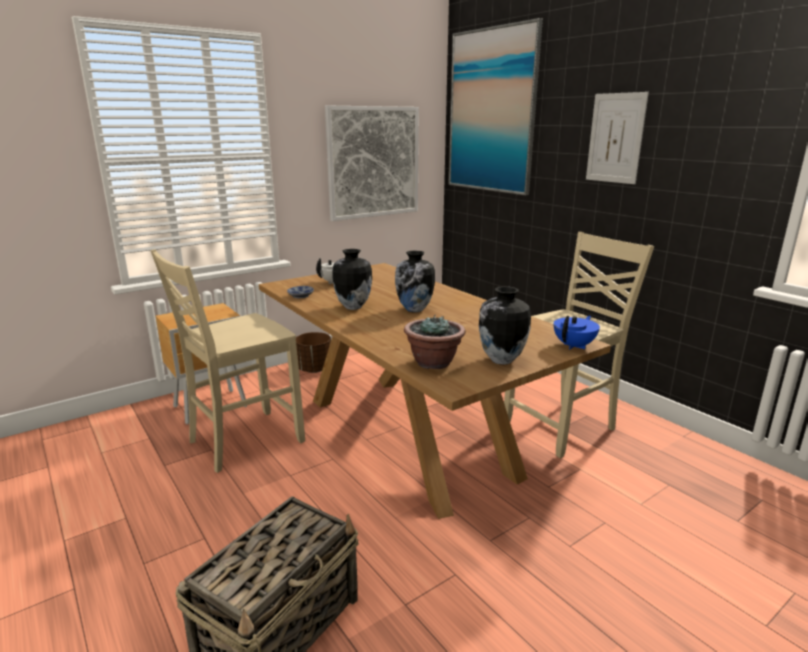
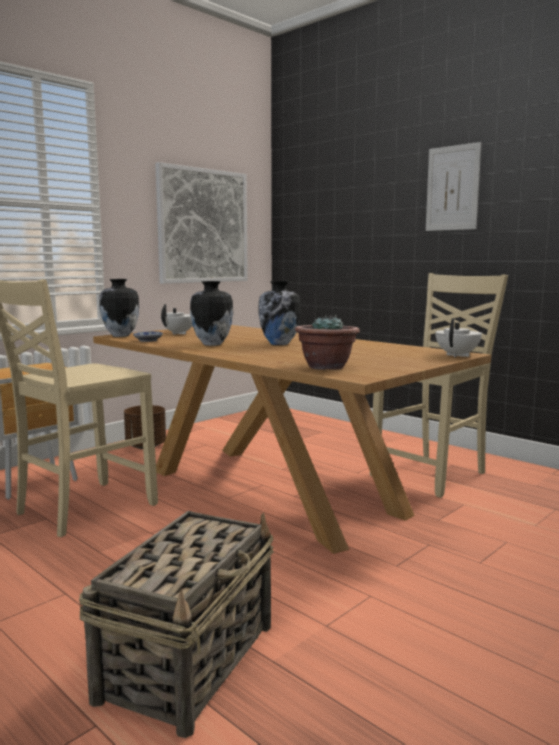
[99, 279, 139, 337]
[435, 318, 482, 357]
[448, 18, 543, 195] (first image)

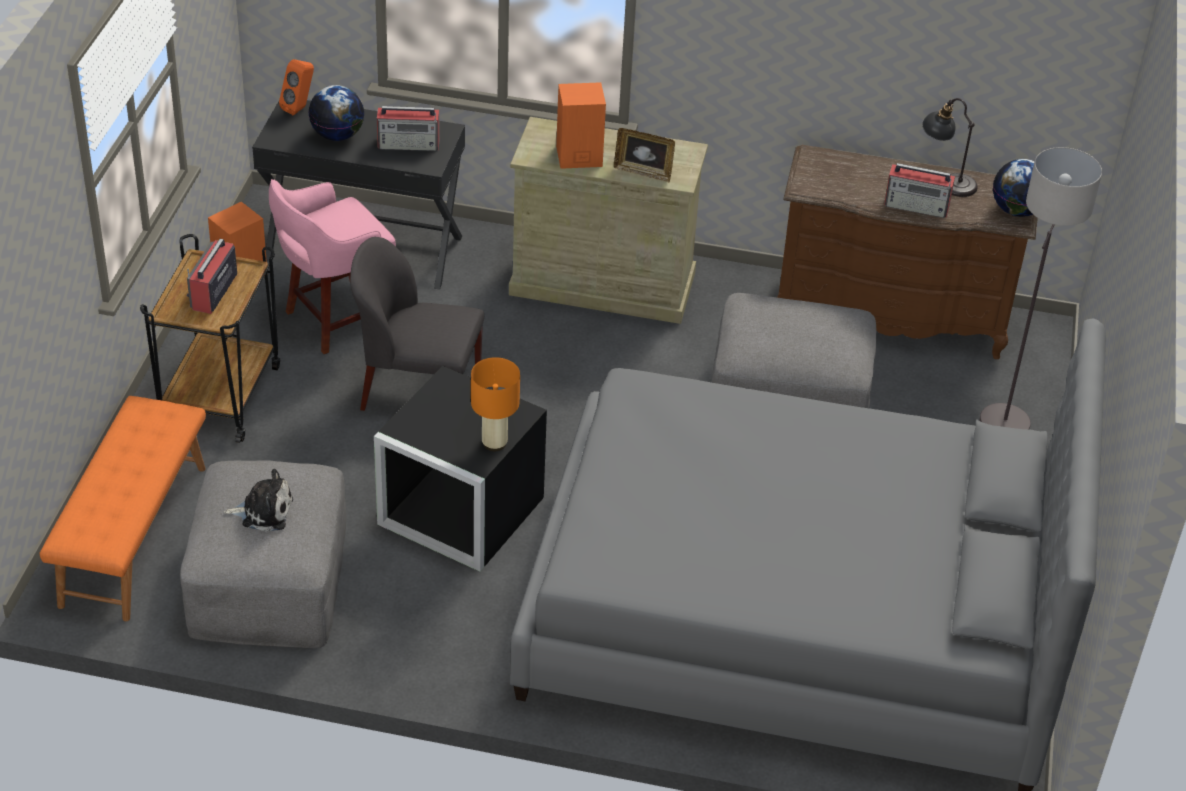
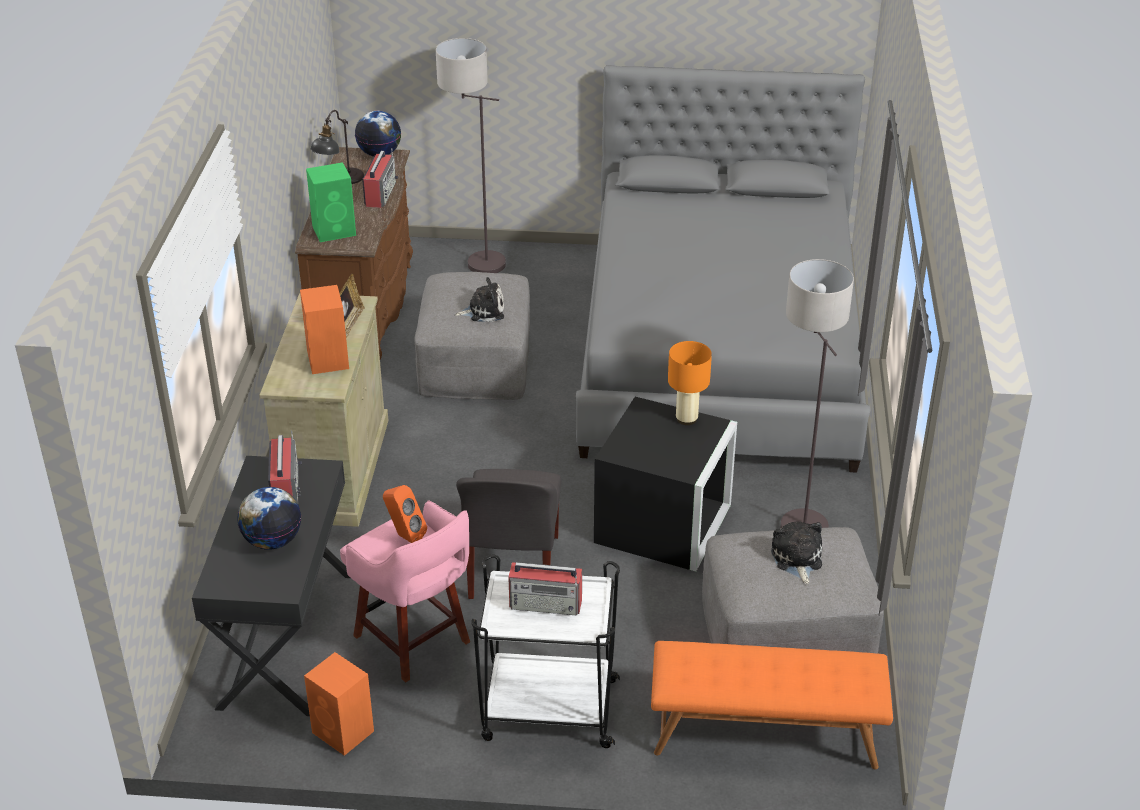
[306, 162, 356, 242]
[383, 485, 427, 543]
[455, 277, 504, 322]
[471, 554, 620, 748]
[780, 259, 854, 528]

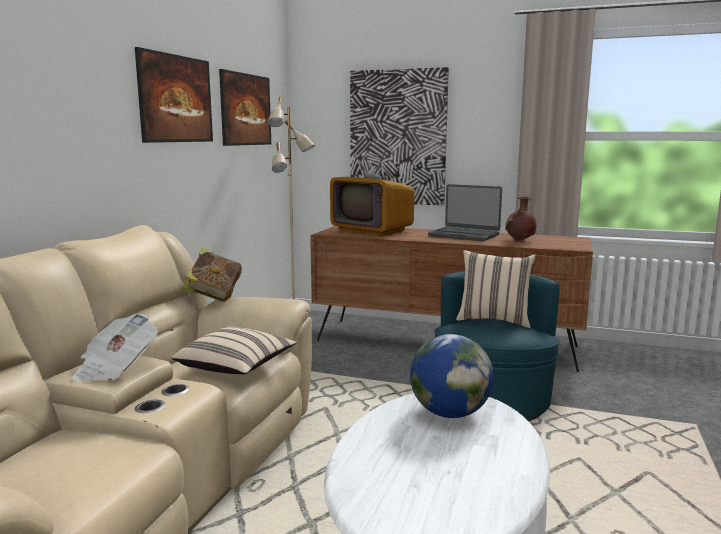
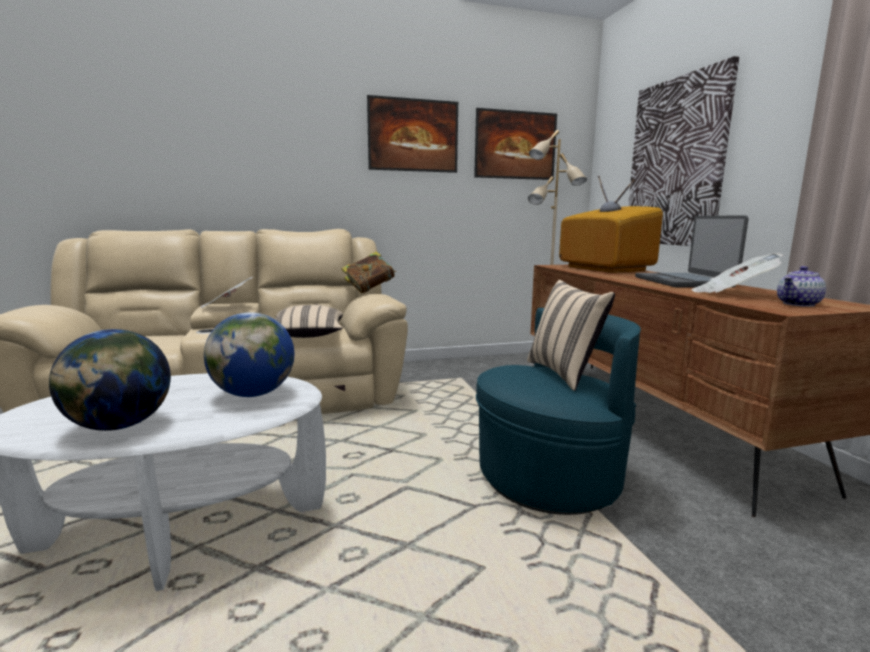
[49, 329, 171, 431]
[559, 176, 663, 273]
[691, 253, 784, 293]
[777, 266, 826, 307]

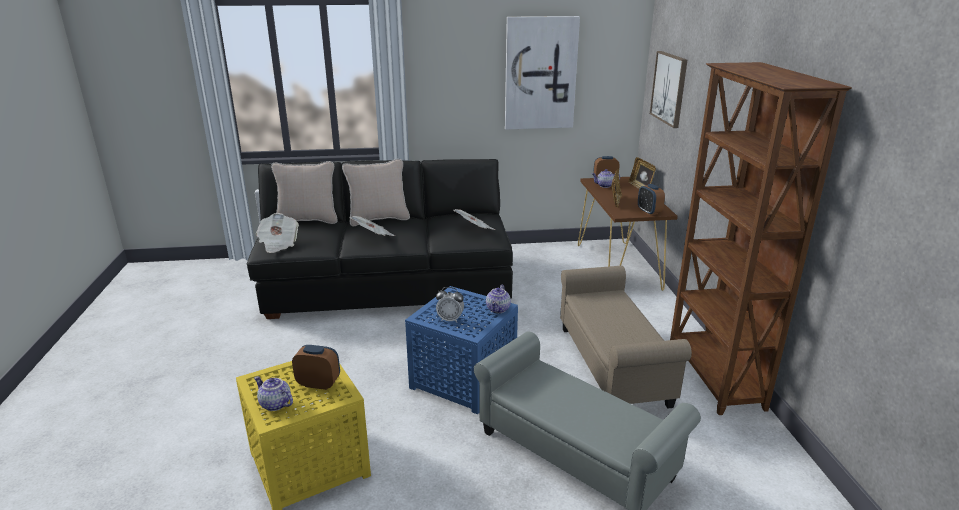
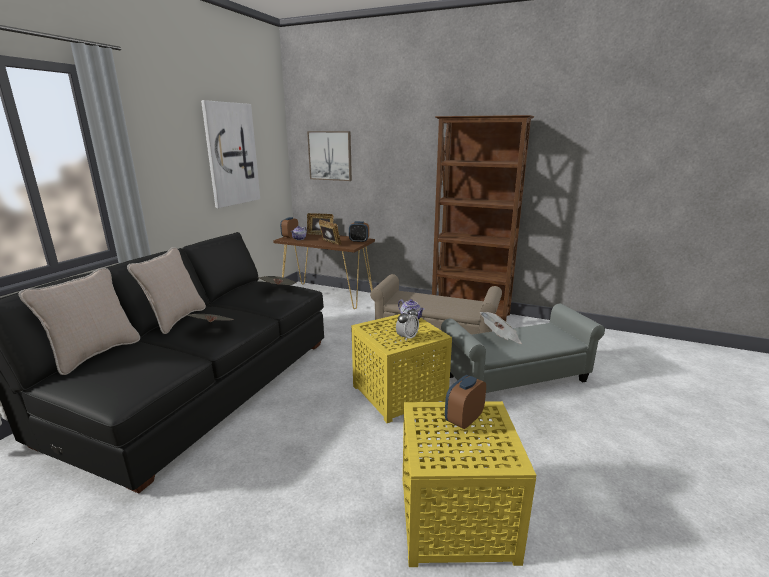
[351, 314, 452, 423]
[480, 312, 522, 344]
[254, 376, 293, 411] (first image)

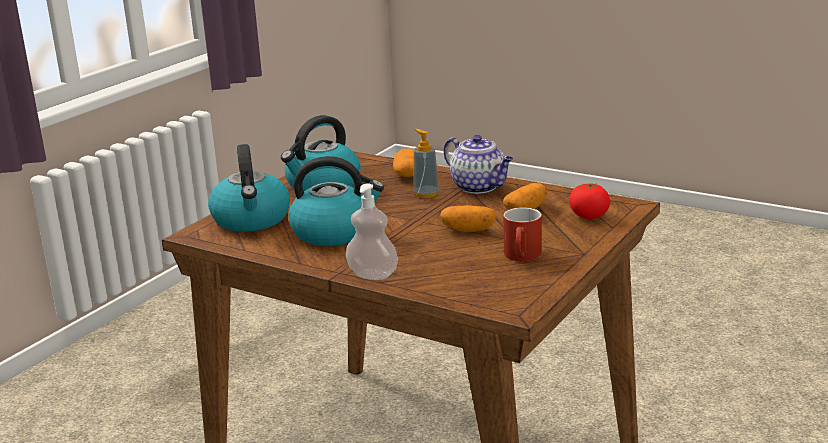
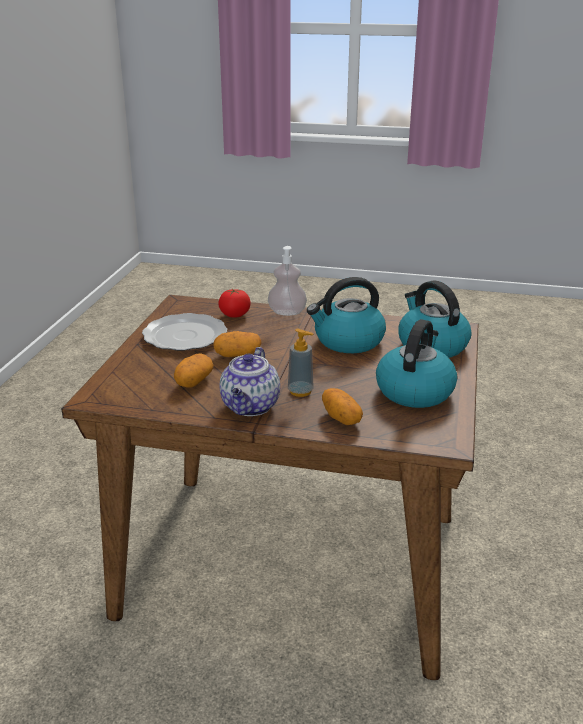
[142, 313, 227, 351]
[218, 289, 251, 318]
[219, 347, 280, 416]

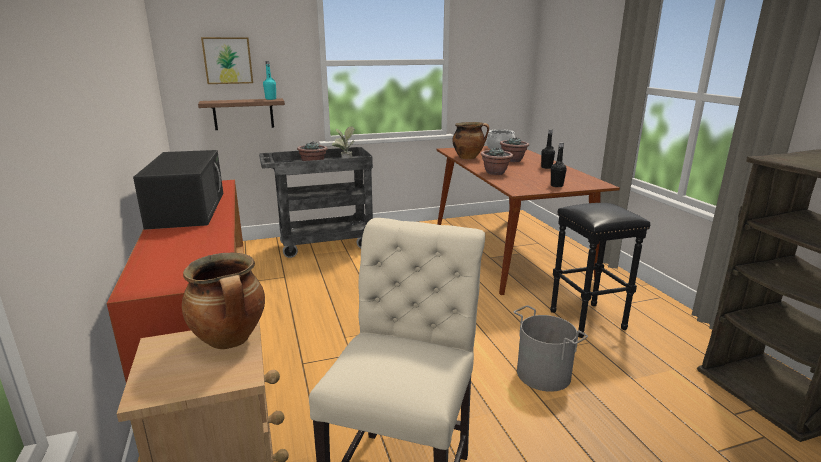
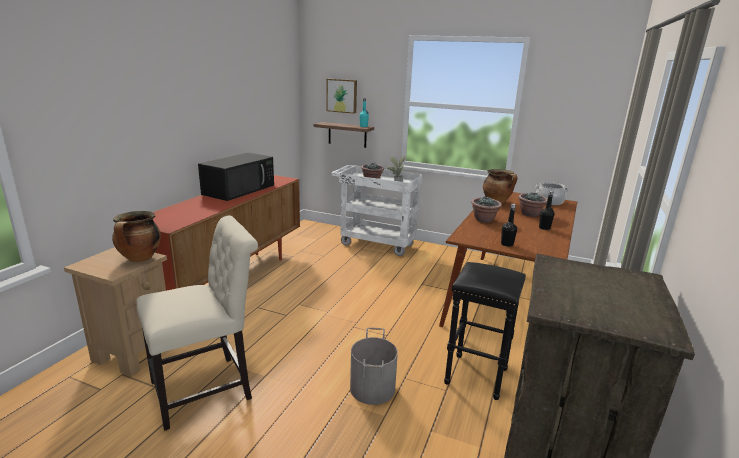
[332, 165, 422, 256]

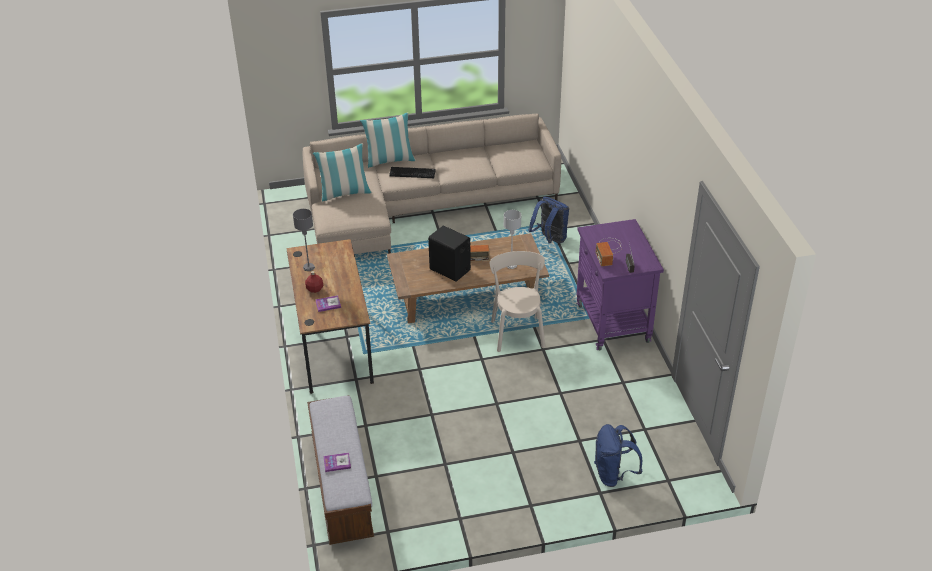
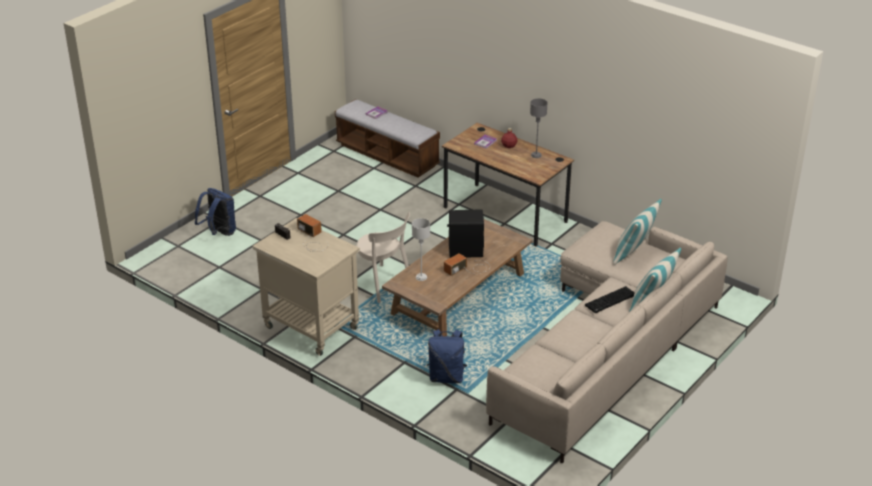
[253, 218, 360, 356]

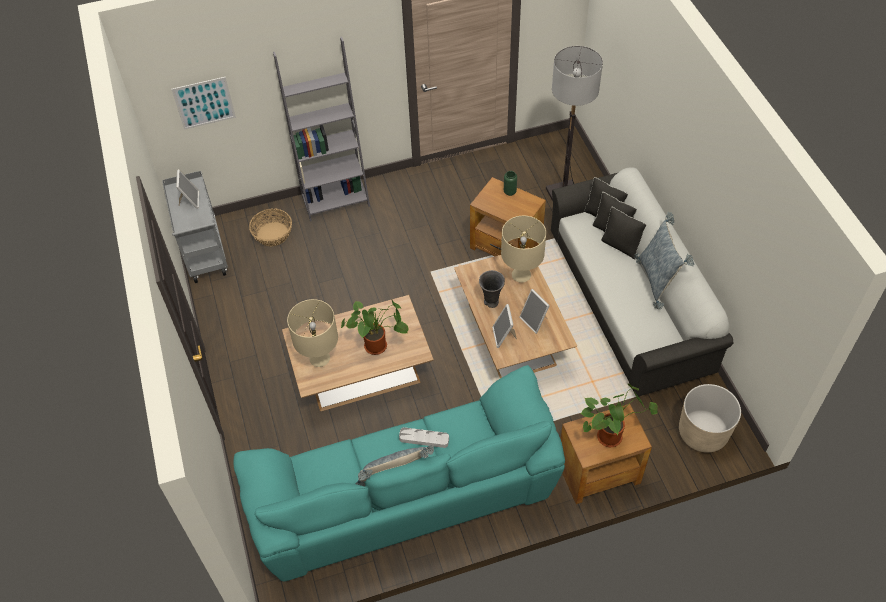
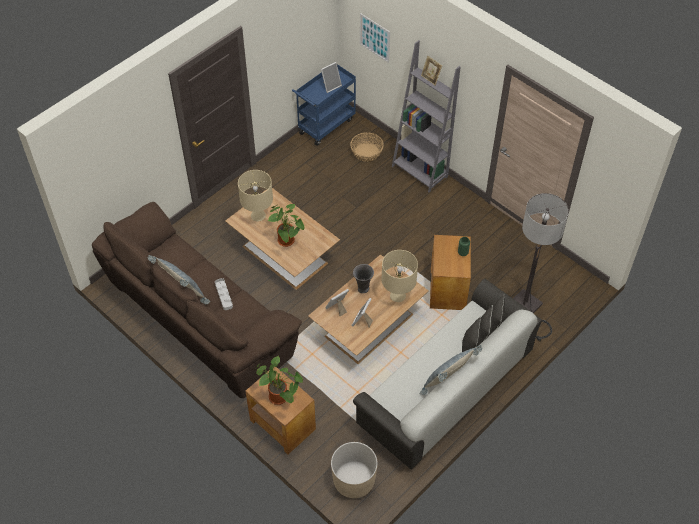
[92, 202, 302, 398]
[292, 64, 356, 146]
[421, 56, 442, 86]

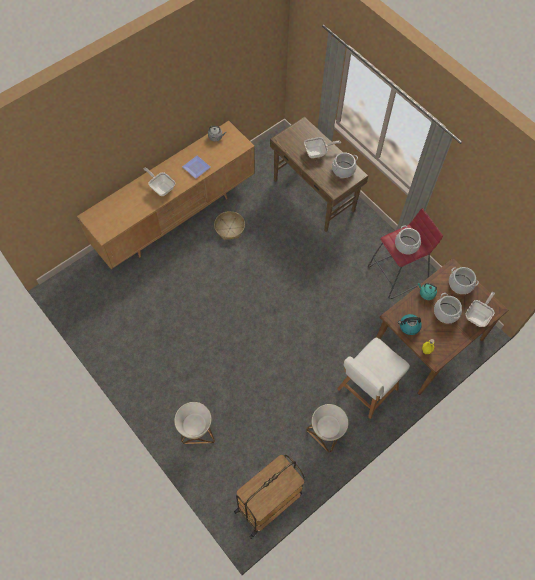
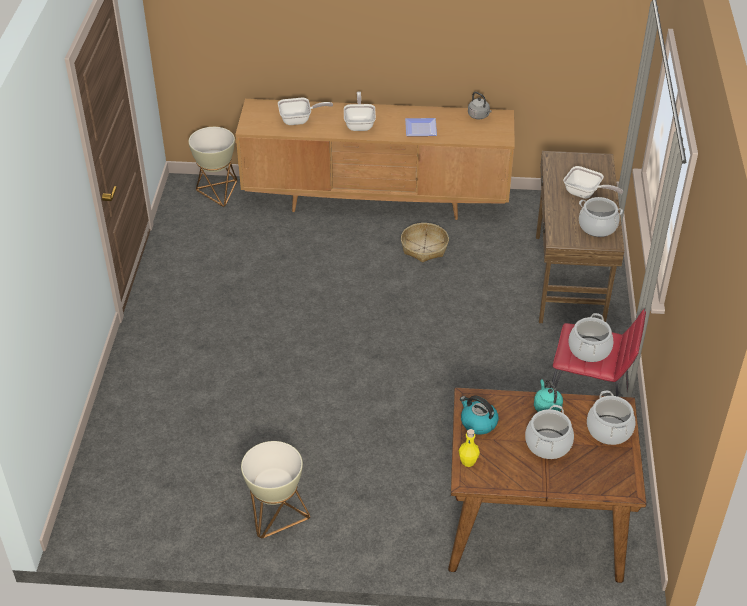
[188, 127, 237, 207]
[278, 98, 333, 125]
[234, 455, 305, 539] (first image)
[337, 338, 410, 419] (first image)

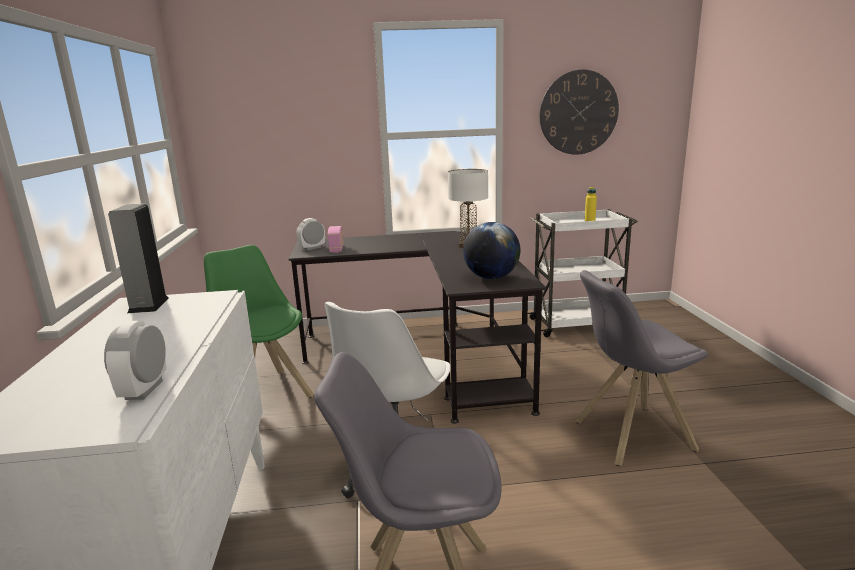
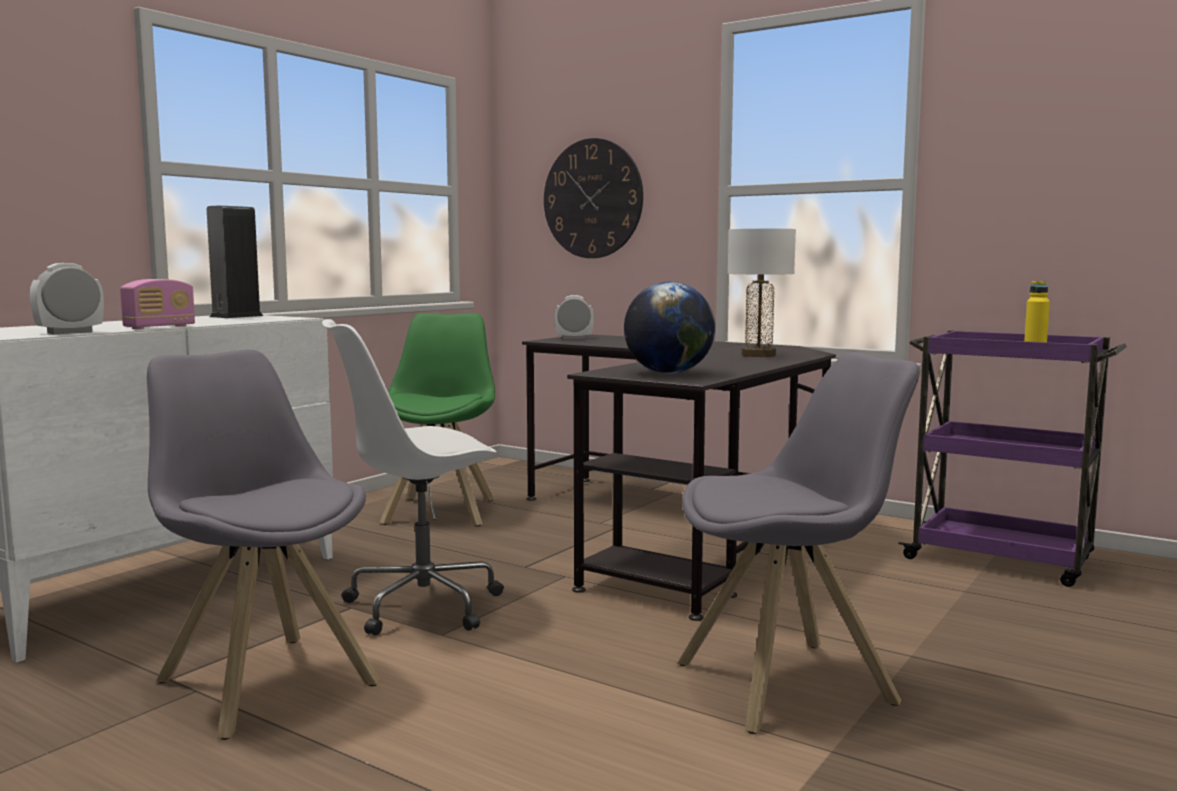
[120, 279, 195, 329]
[544, 138, 643, 258]
[677, 352, 920, 734]
[898, 330, 1127, 587]

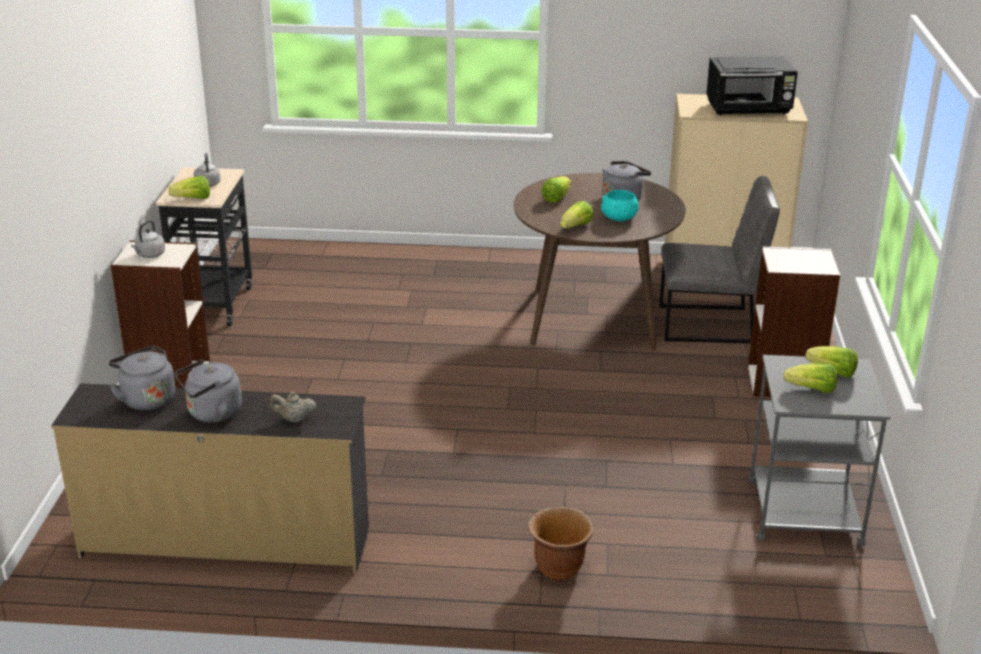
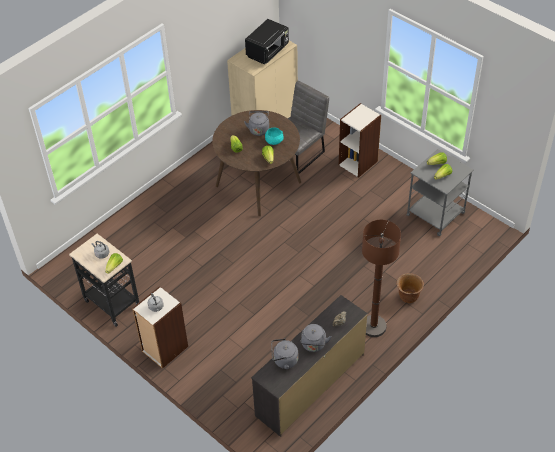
[362, 220, 401, 337]

